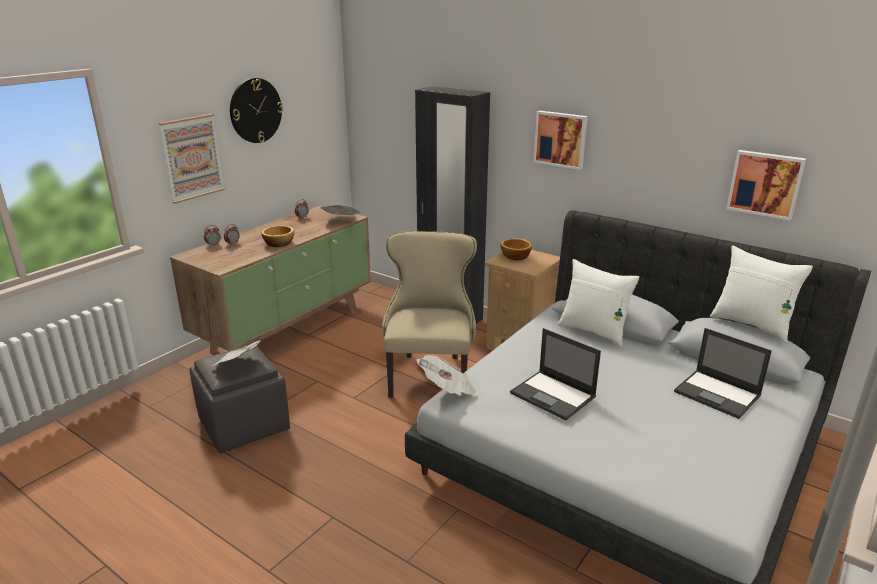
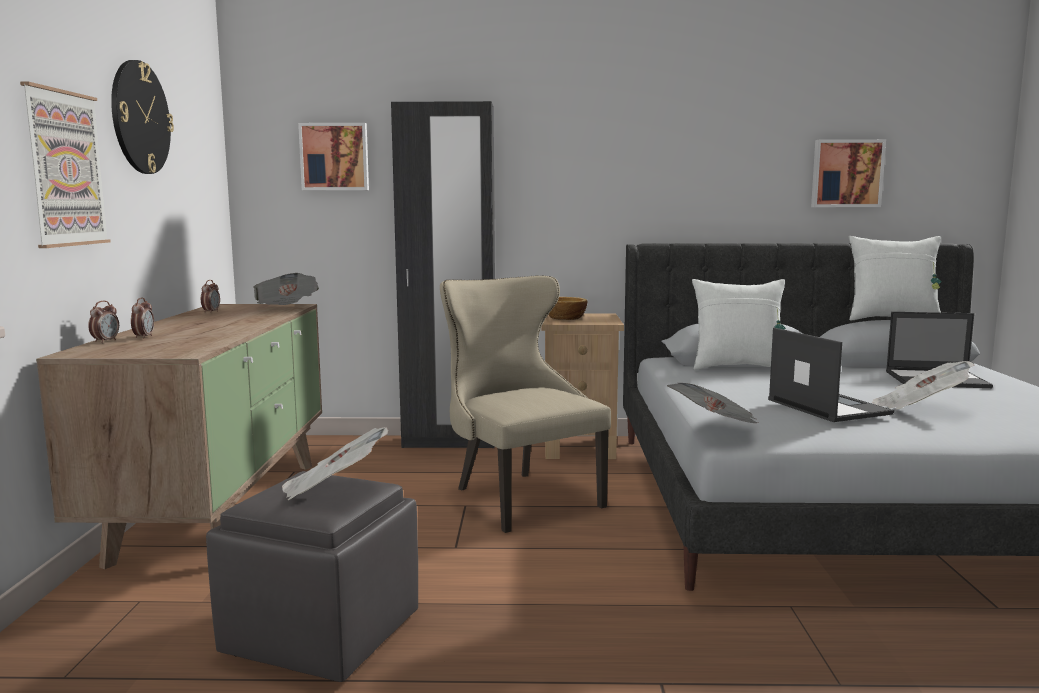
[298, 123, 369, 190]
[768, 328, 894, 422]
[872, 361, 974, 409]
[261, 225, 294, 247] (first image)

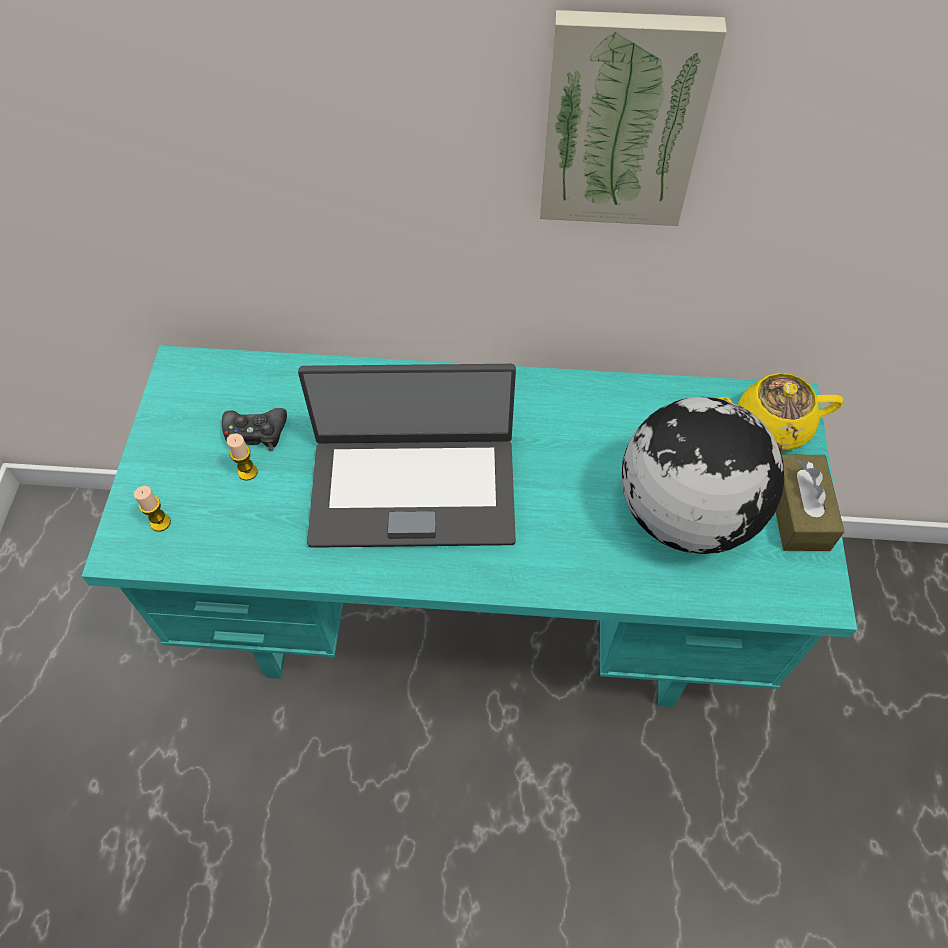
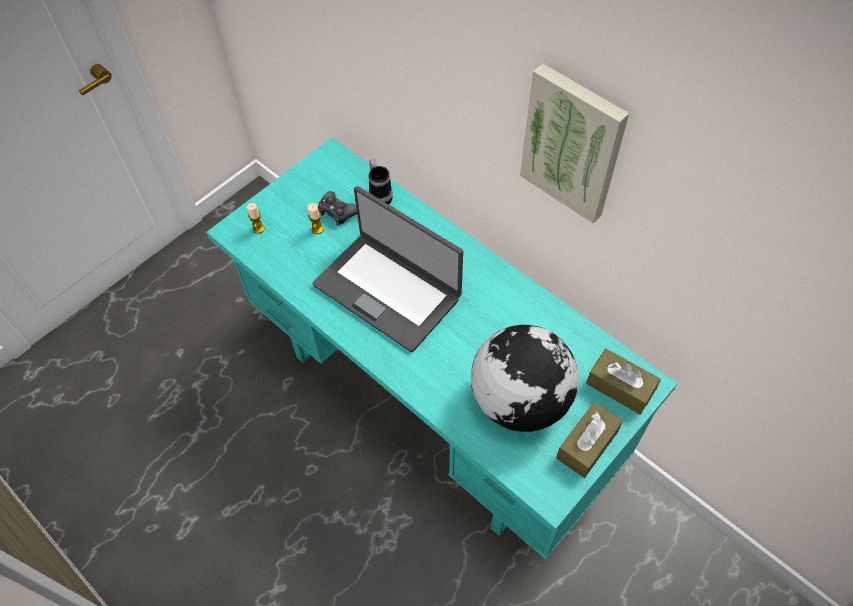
[368, 159, 393, 205]
[586, 349, 661, 414]

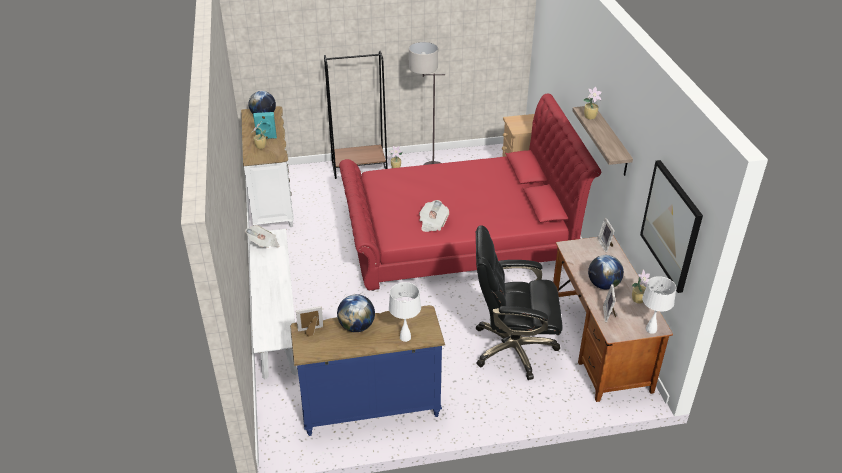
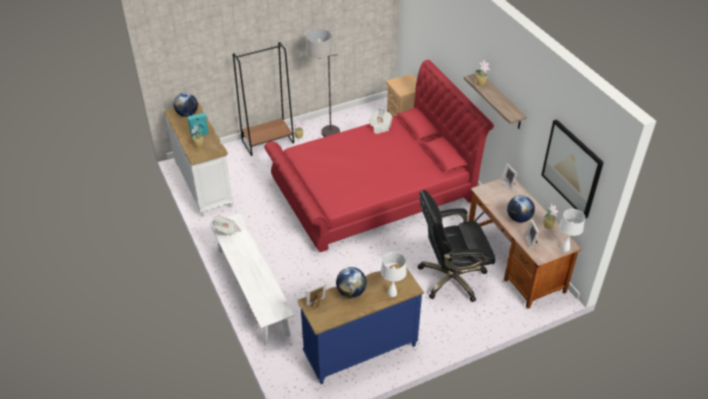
[369, 108, 392, 134]

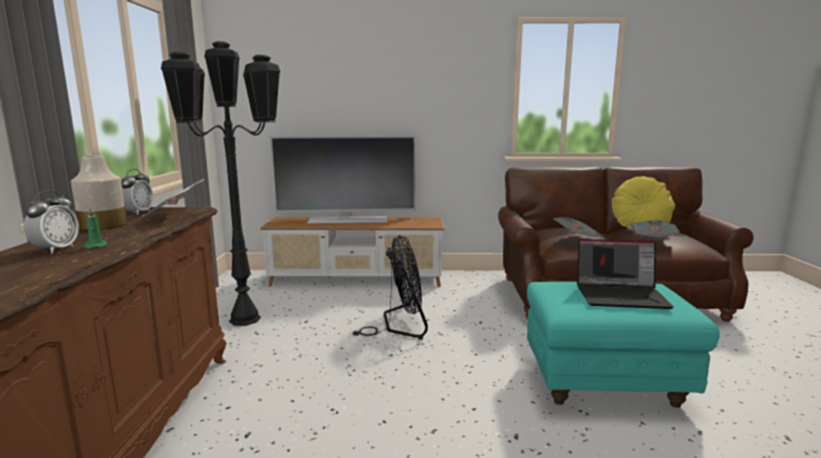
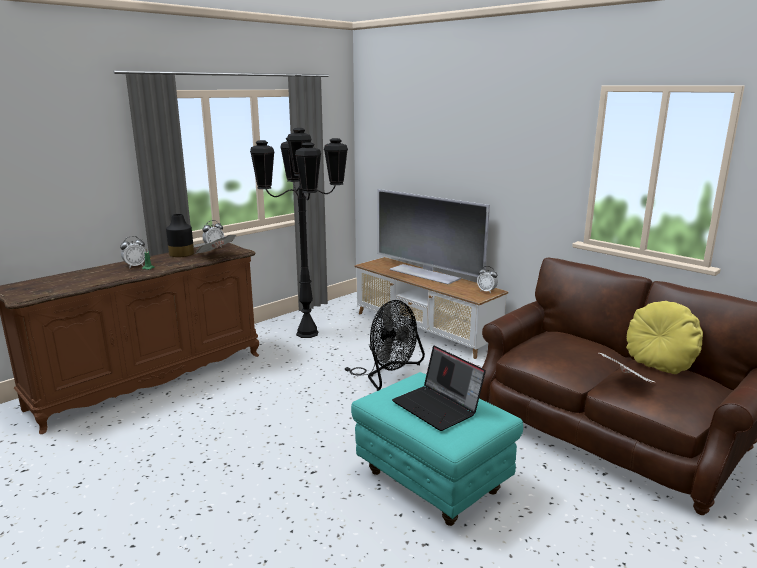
[166, 214, 194, 257]
[477, 266, 498, 293]
[553, 217, 598, 237] (first image)

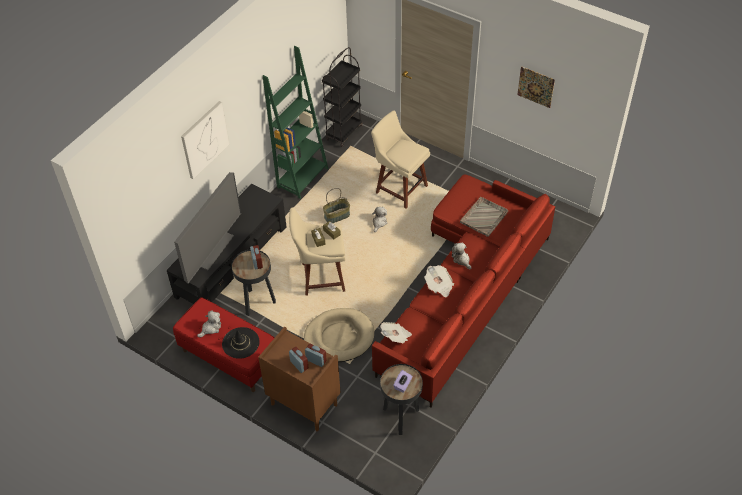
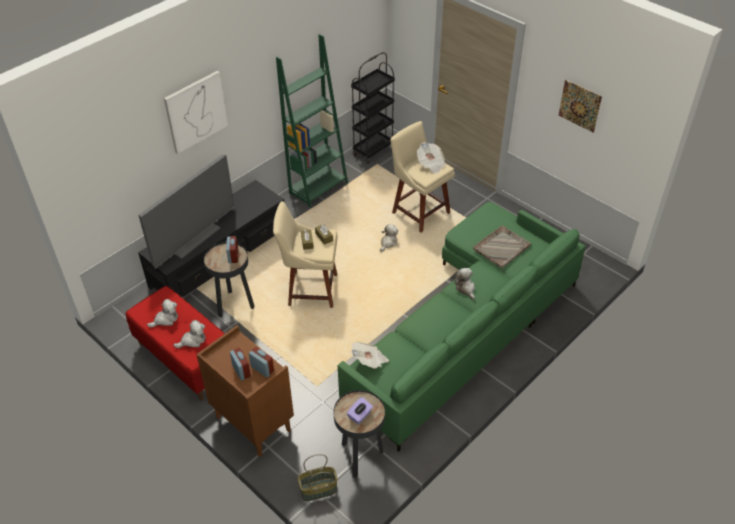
[173, 320, 206, 348]
[298, 454, 338, 501]
[338, 202, 586, 452]
[417, 142, 446, 174]
[304, 308, 374, 362] (first image)

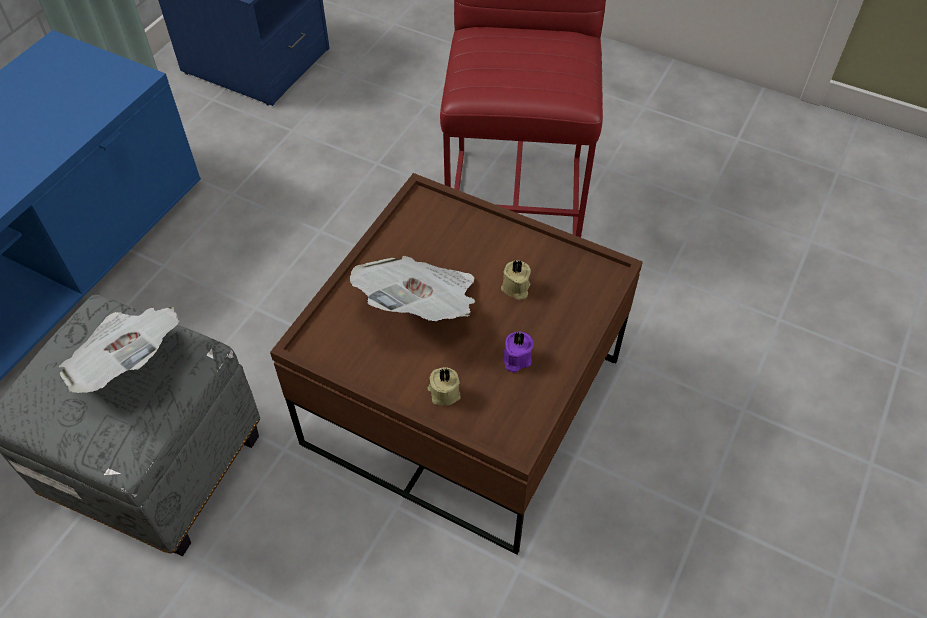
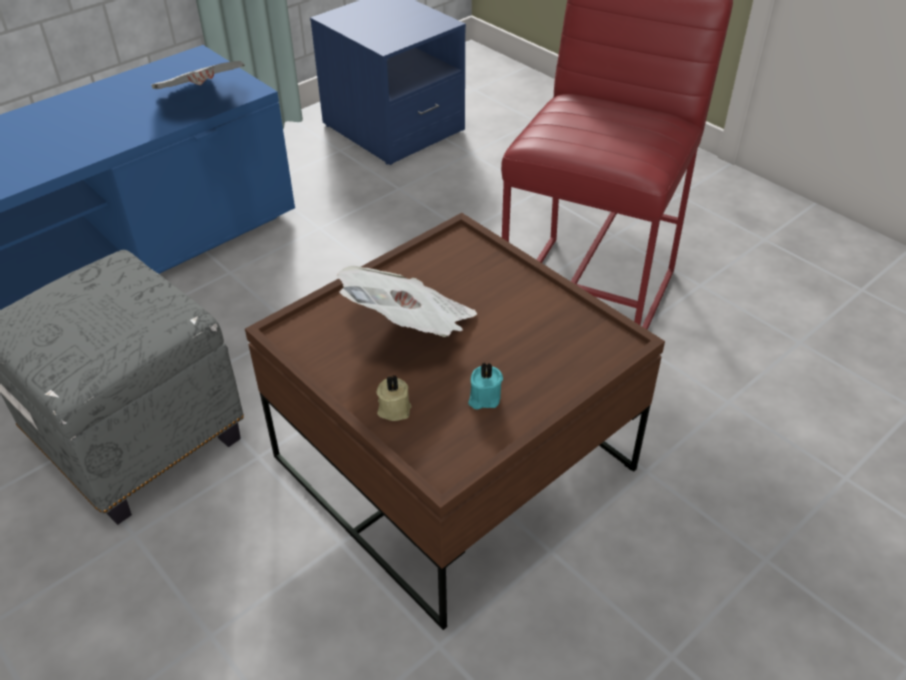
[151, 61, 245, 89]
[468, 362, 503, 409]
[501, 260, 531, 300] (first image)

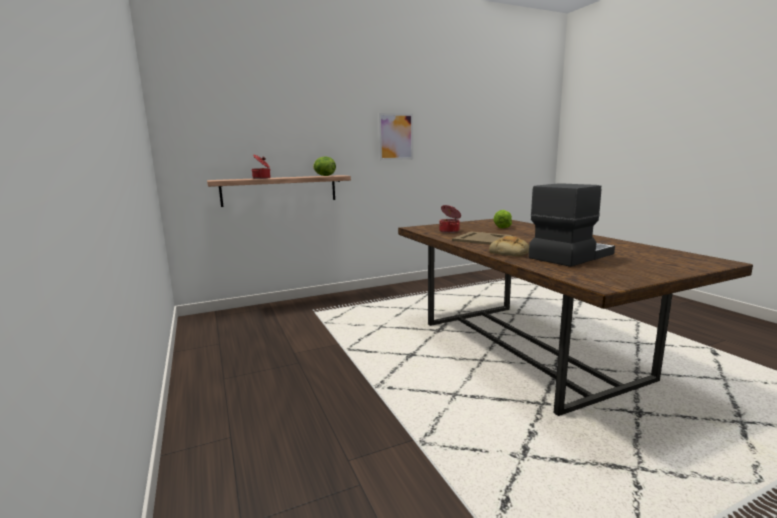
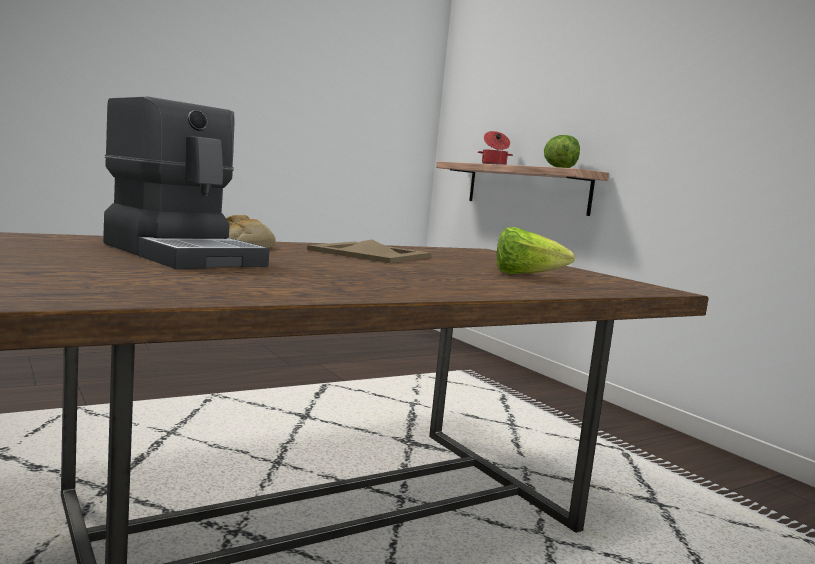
[378, 113, 413, 160] (first image)
[439, 205, 461, 233] (first image)

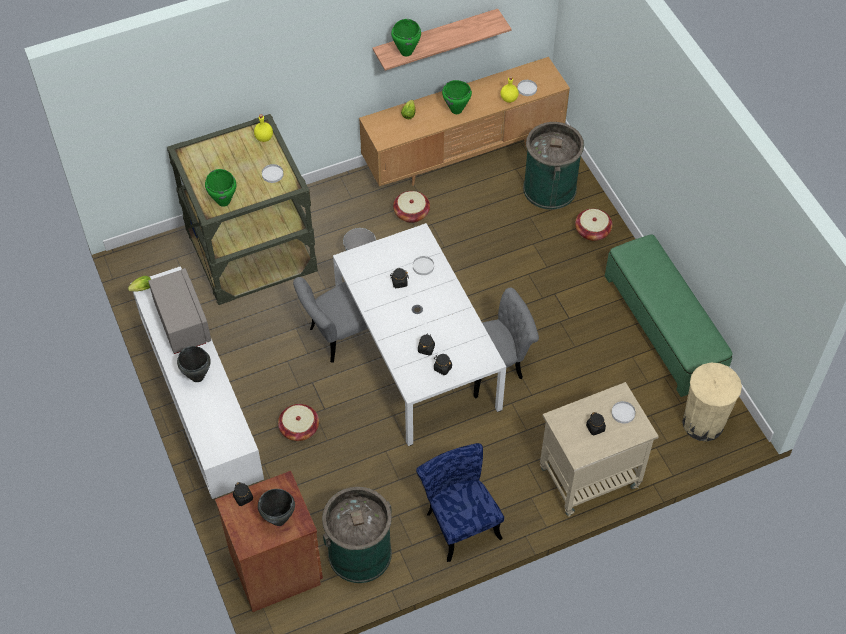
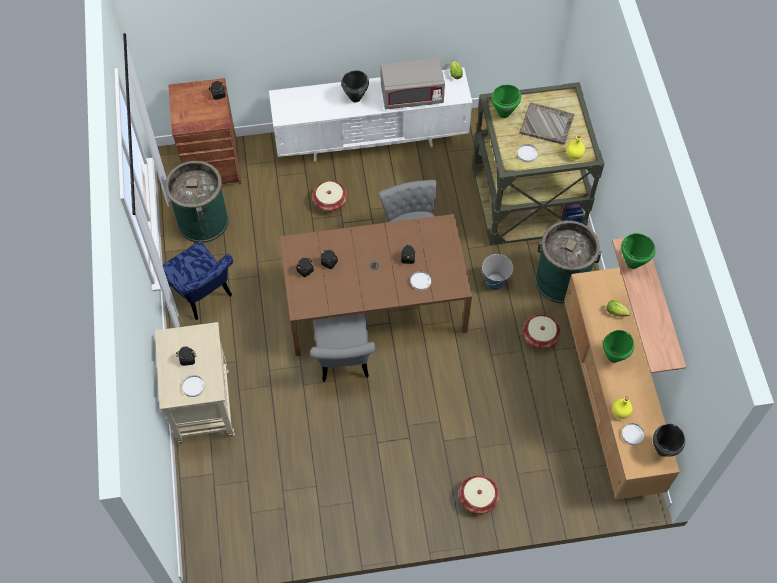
[162, 242, 233, 320]
[280, 214, 472, 356]
[519, 102, 575, 145]
[535, 221, 602, 304]
[653, 424, 685, 457]
[605, 235, 733, 397] (first image)
[682, 362, 742, 441] (first image)

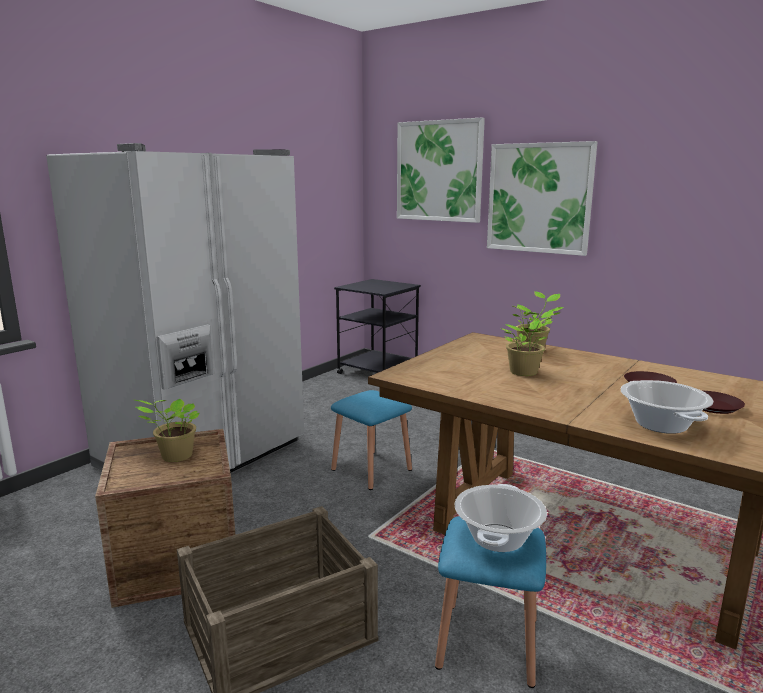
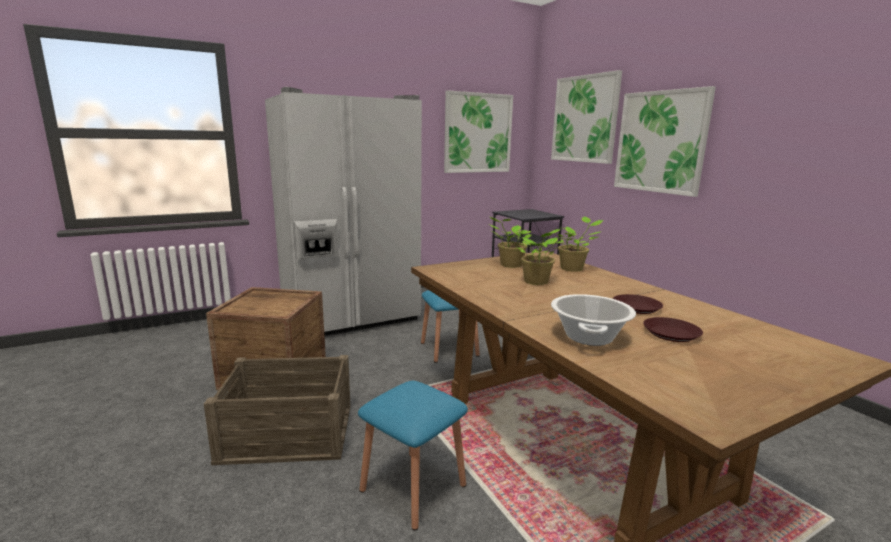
[444, 90, 513, 173]
[489, 217, 531, 268]
[454, 484, 547, 552] (first image)

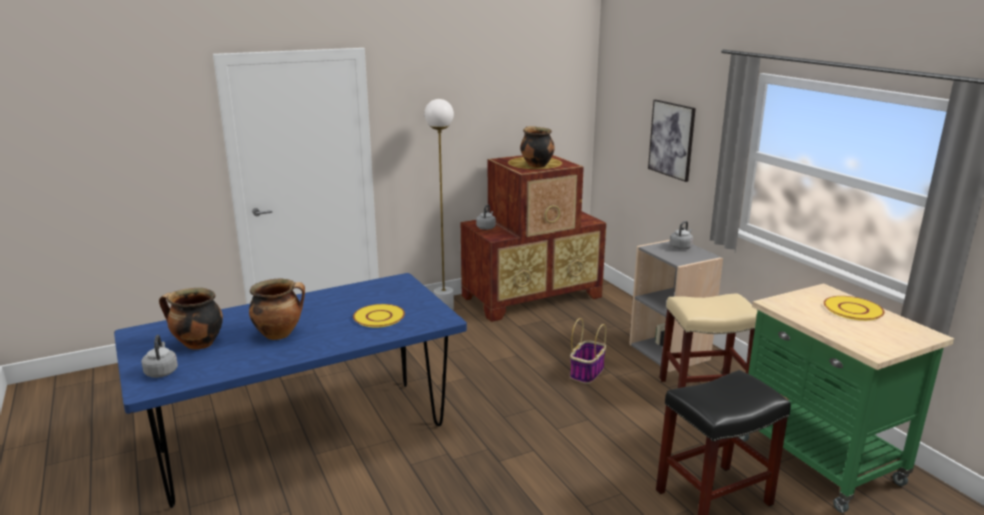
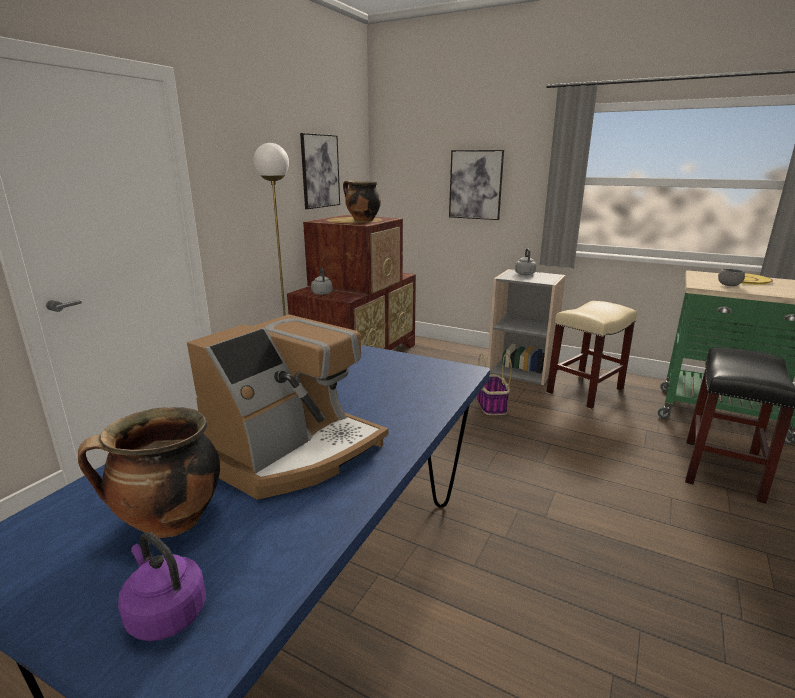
[118, 532, 206, 641]
[187, 314, 388, 500]
[300, 133, 340, 209]
[718, 269, 745, 286]
[353, 304, 405, 327] (first image)

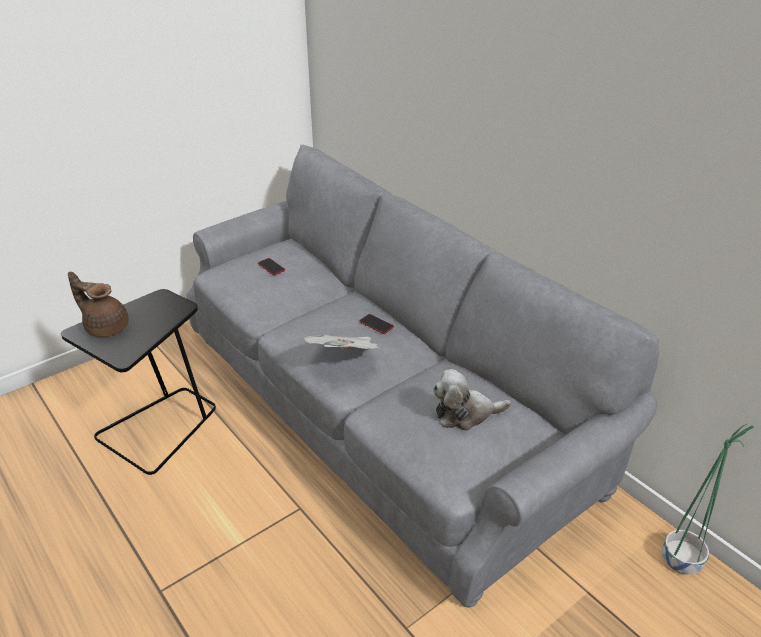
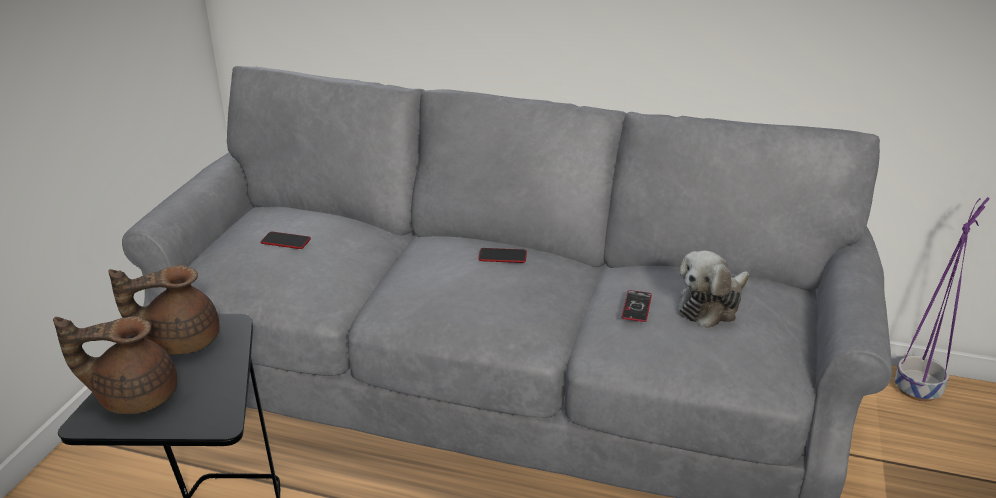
[108, 265, 220, 355]
[622, 290, 652, 322]
[895, 197, 990, 401]
[304, 335, 379, 349] (first image)

